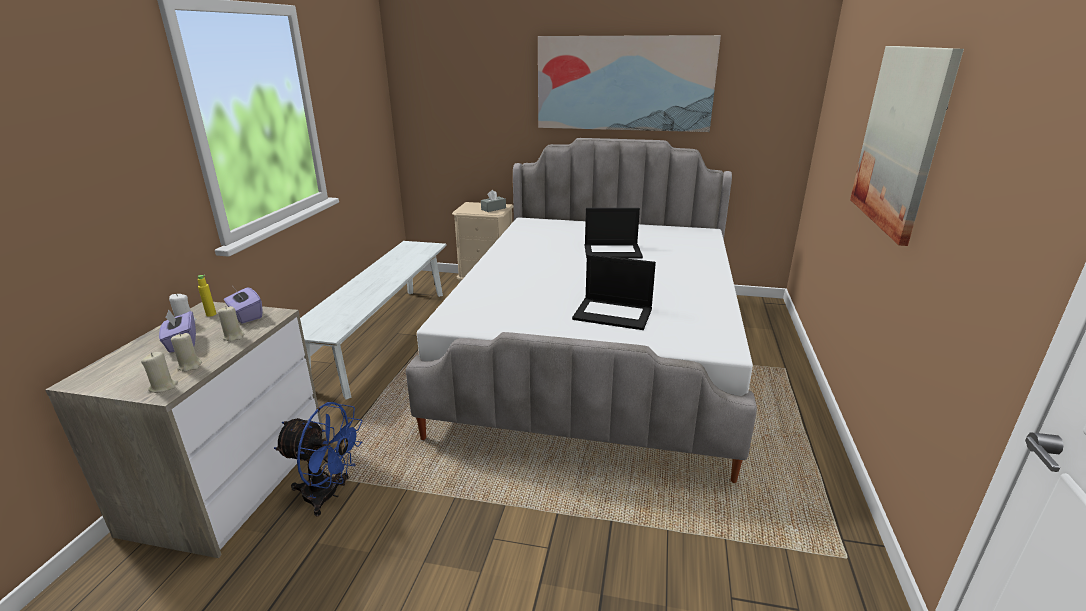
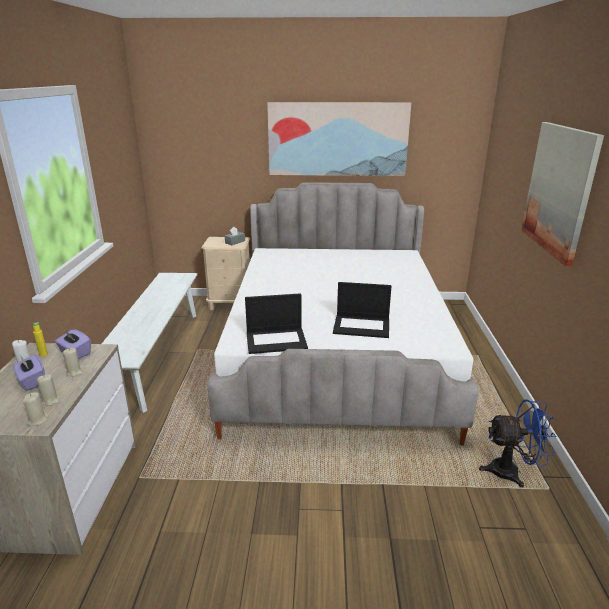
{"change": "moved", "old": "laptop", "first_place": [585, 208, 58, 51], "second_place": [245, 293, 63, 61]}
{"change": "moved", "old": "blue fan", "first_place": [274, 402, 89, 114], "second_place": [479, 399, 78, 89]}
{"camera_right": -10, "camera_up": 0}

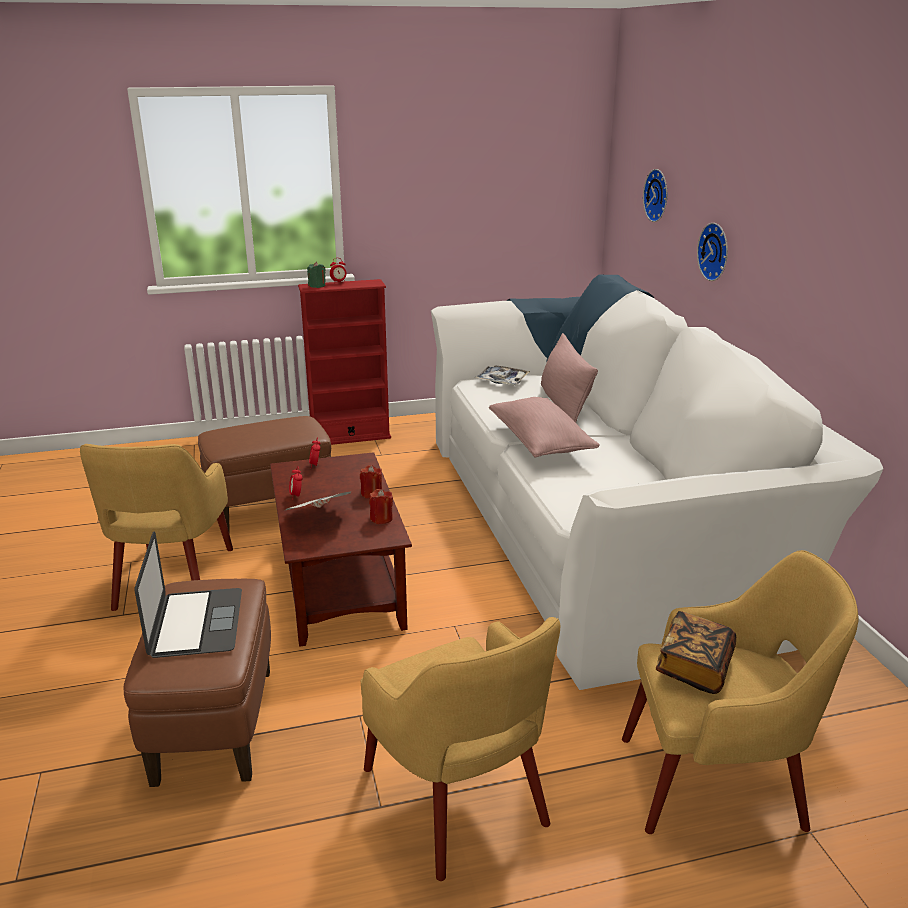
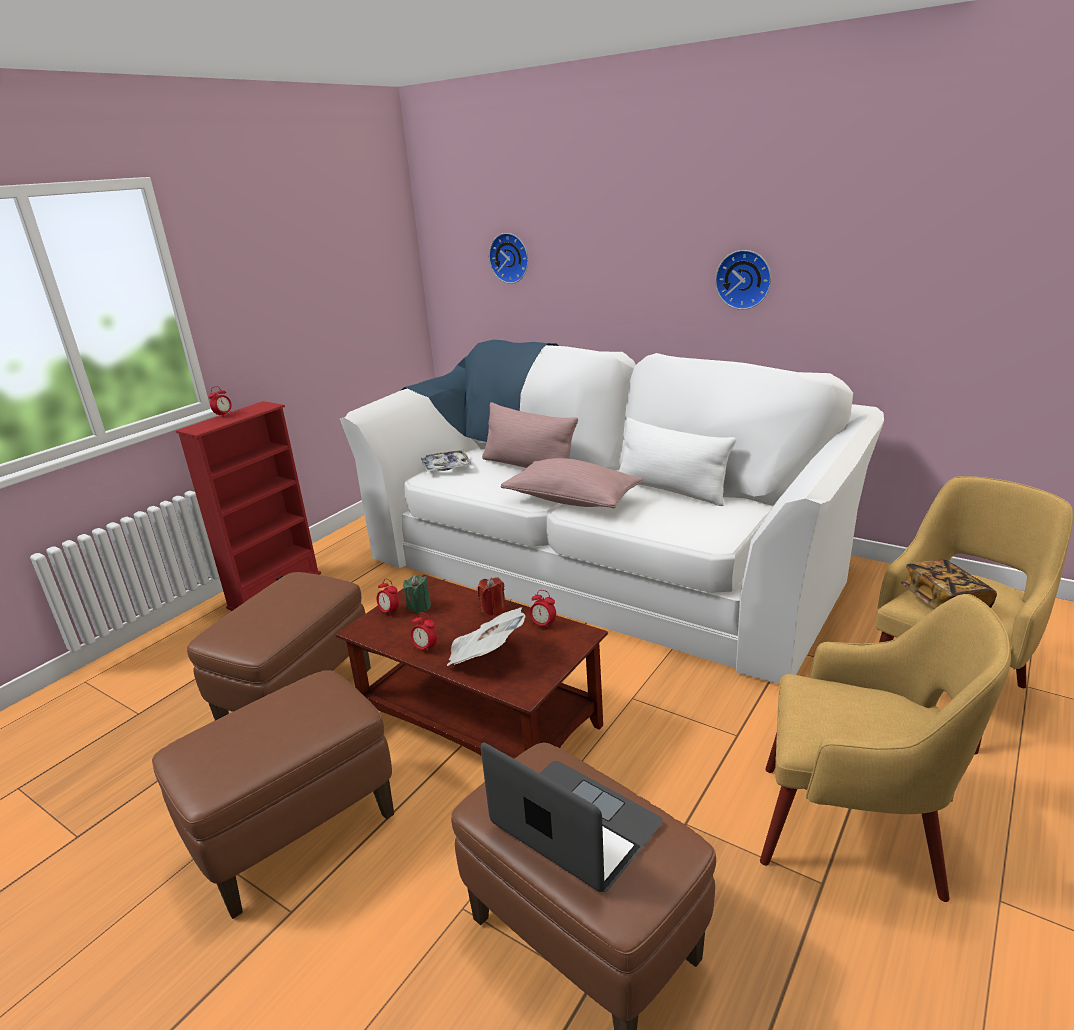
{"change": "replaced", "old": "yellow armchair", "new": "brown ottoman", "first_place": [80, 444, 153, 167], "second_place": [152, 670, 242, 249]}
{"change": "moved", "old": "green candle", "first_place": [307, 262, 19, 26], "second_place": [403, 575, 28, 38]}
{"change": "replaced", "old": "red candle", "new": "alarm clock", "first_place": [369, 489, 24, 35], "second_place": [530, 590, 26, 40]}
{"change": "added", "new": "white pillow", "second_place": [619, 418, 117, 88]}
{"change": "moved", "old": "wall clock", "first_place": [697, 223, 31, 58], "second_place": [715, 250, 56, 60]}
{"camera_right": -40, "camera_up": 0}

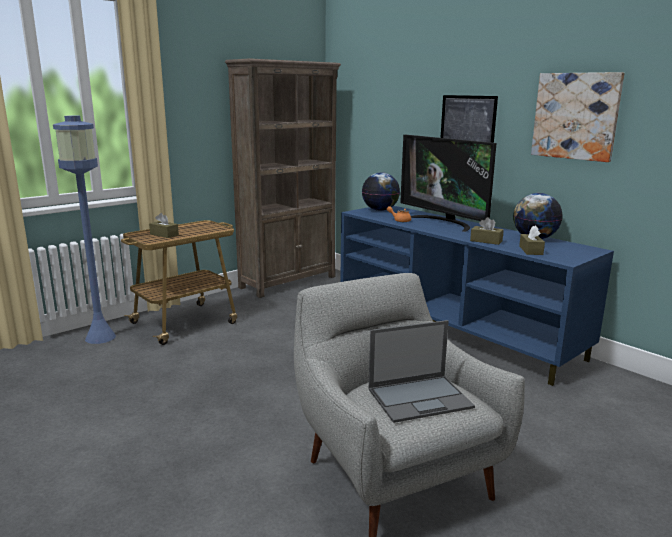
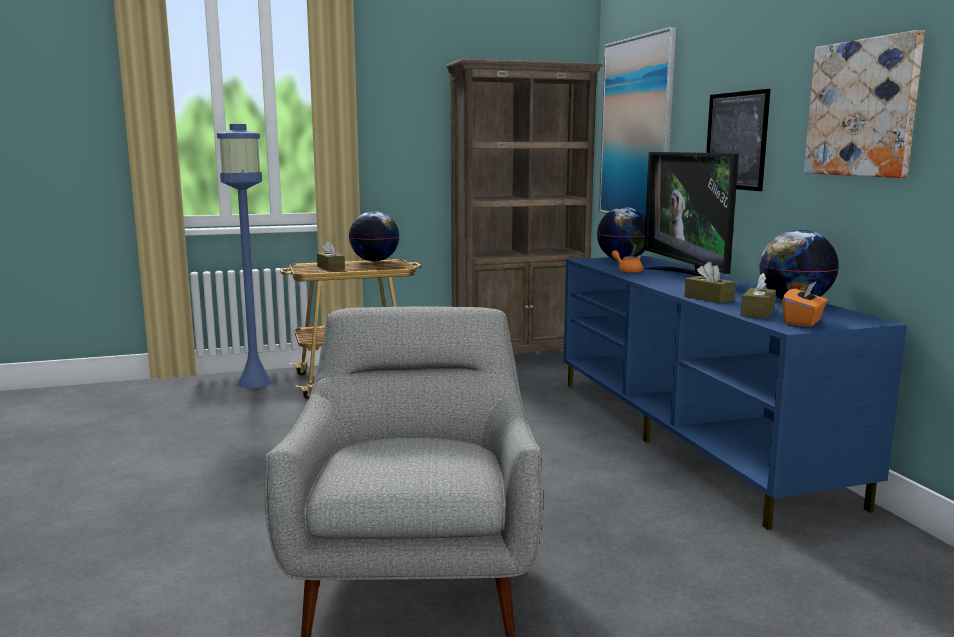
{"change": "added", "new": "globe", "second_place": [349, 211, 50, 51]}
{"change": "added", "new": "picture", "second_place": [599, 27, 78, 190]}
{"change": "added", "new": "orange tissue box", "second_place": [782, 282, 45, 45]}
{"change": "removed", "old": "laptop", "first_place": [368, 320, 107, 103]}
{"camera_right": 25, "camera_up": -5}

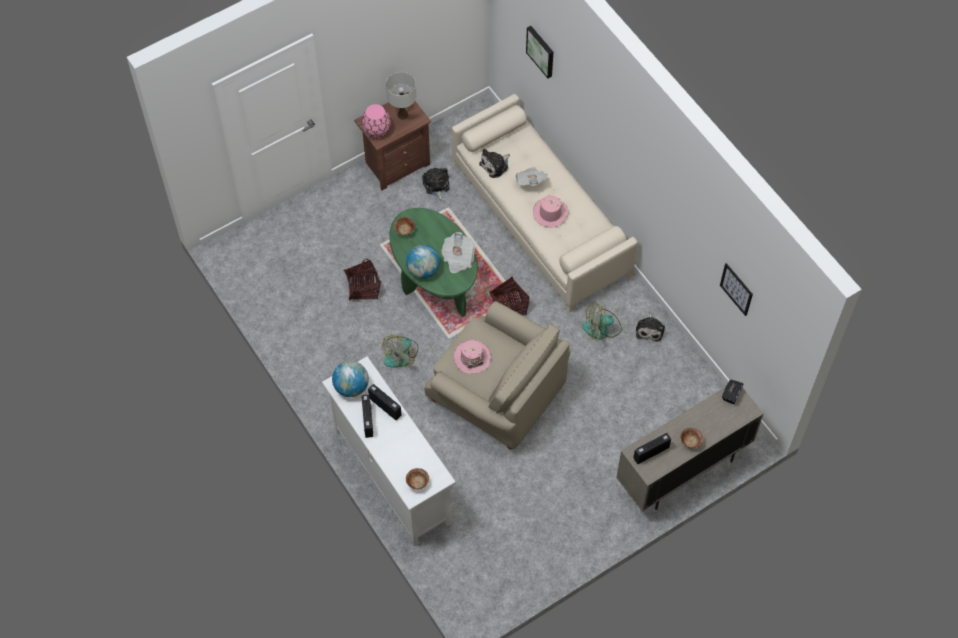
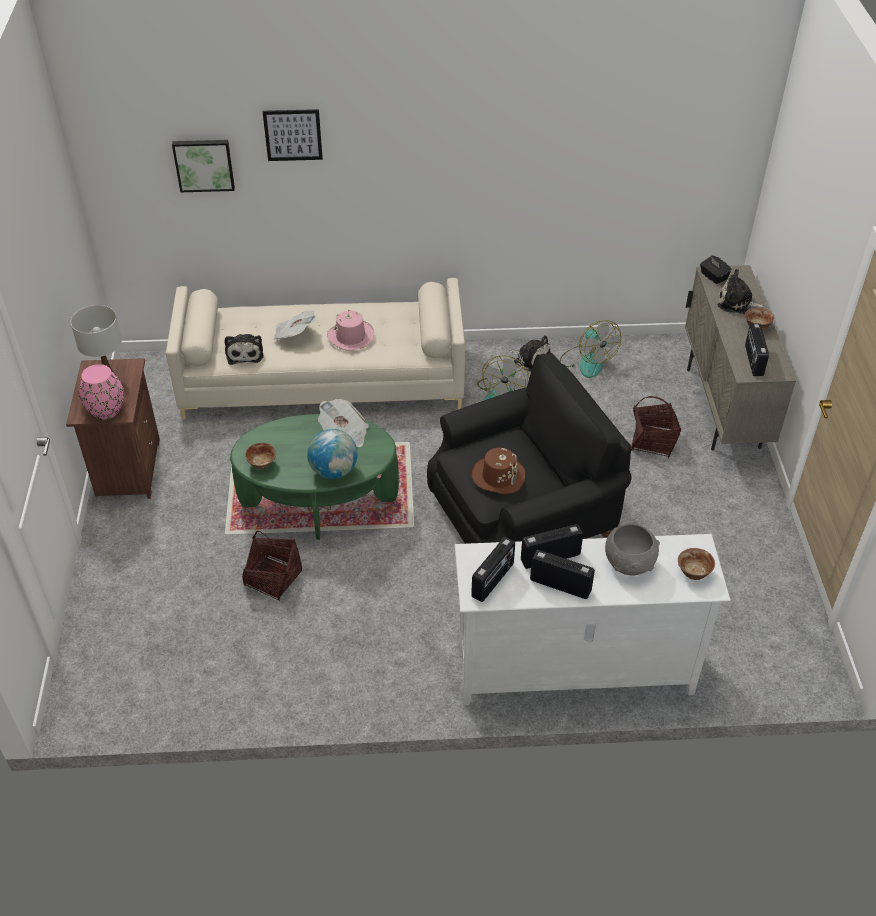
{"change": "moved", "old": "picture", "first_place": [720, 263, 33, 53], "second_place": [263, 109, 60, 52]}
{"change": "recoloured", "old": "beige armchair", "new": "black armchair", "first_place": [424, 301, 147, 148], "second_place": [427, 353, 205, 191]}
{"change": "replaced", "old": "globe", "new": "radio", "first_place": [332, 361, 37, 36], "second_place": [471, 537, 44, 65]}
{"change": "recoloured", "old": "pink hat", "new": "brown hat", "first_place": [454, 340, 37, 34], "second_place": [472, 447, 53, 47]}
{"change": "moved", "old": "fan", "first_place": [382, 335, 36, 33], "second_place": [560, 320, 61, 58]}
{"change": "added", "new": "grey bowl", "second_place": [605, 523, 55, 53]}
{"change": "moved", "old": "basket", "first_place": [489, 276, 40, 39], "second_place": [631, 396, 50, 62]}
{"change": "moved", "old": "plush toy", "first_place": [422, 168, 28, 33], "second_place": [717, 269, 49, 45]}
{"camera_right": -60, "camera_up": -15}

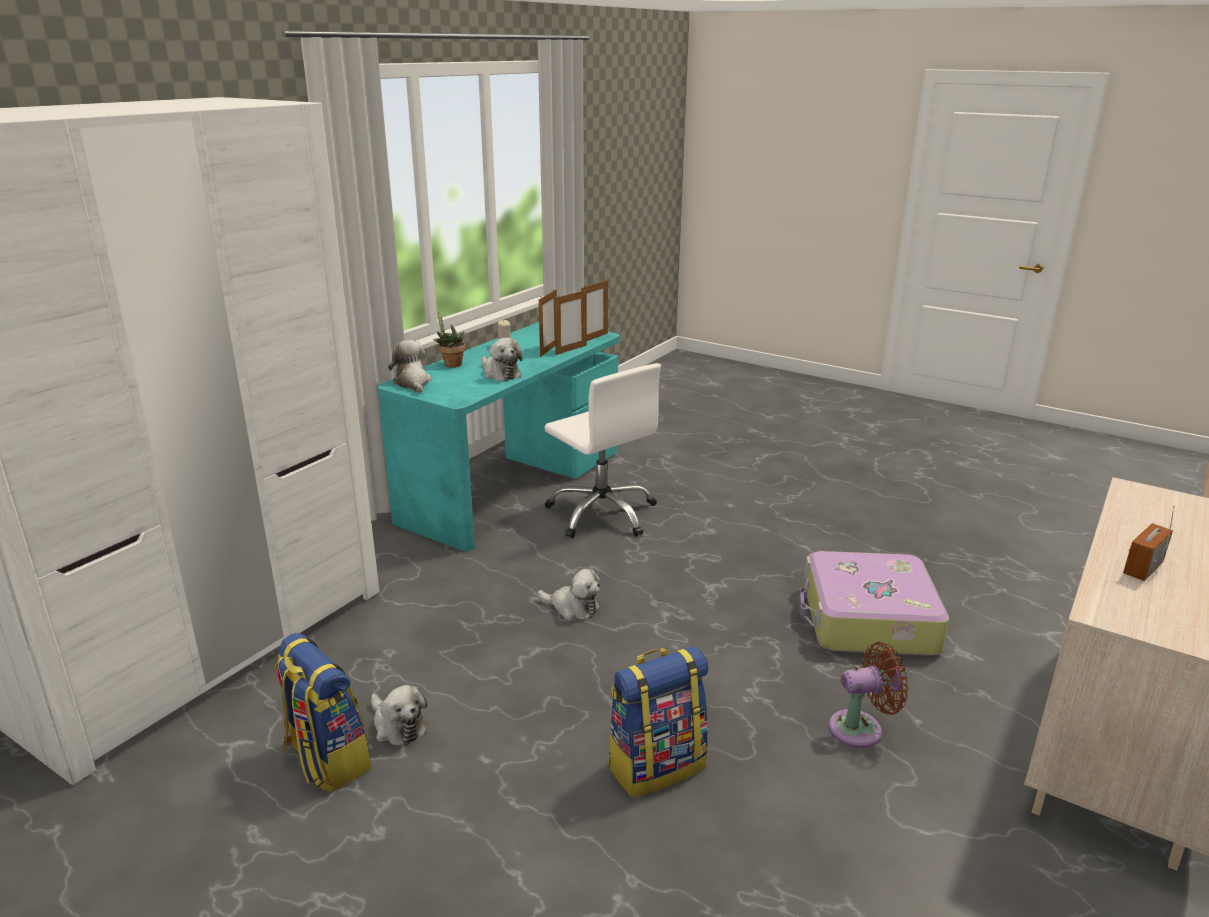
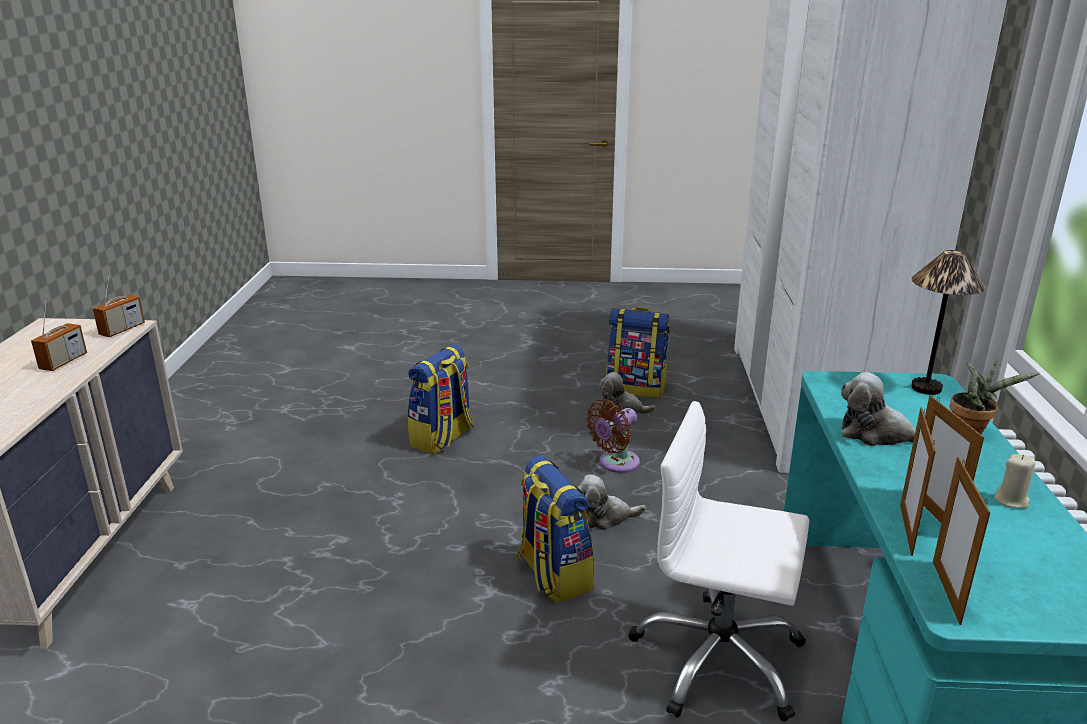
{"change": "added", "new": "radio", "second_place": [93, 267, 52, 70]}
{"change": "added", "new": "backpack", "second_place": [517, 456, 77, 147]}
{"change": "moved", "old": "brown fan", "first_place": [829, 642, 80, 106], "second_place": [586, 399, 54, 74]}
{"change": "replaced", "old": "plush toy", "new": "table lamp", "first_place": [389, 340, 43, 53], "second_place": [912, 250, 74, 145]}
{"change": "removed", "old": "suitcase", "first_place": [800, 551, 149, 105]}
{"camera_right": 150, "camera_up": 0}

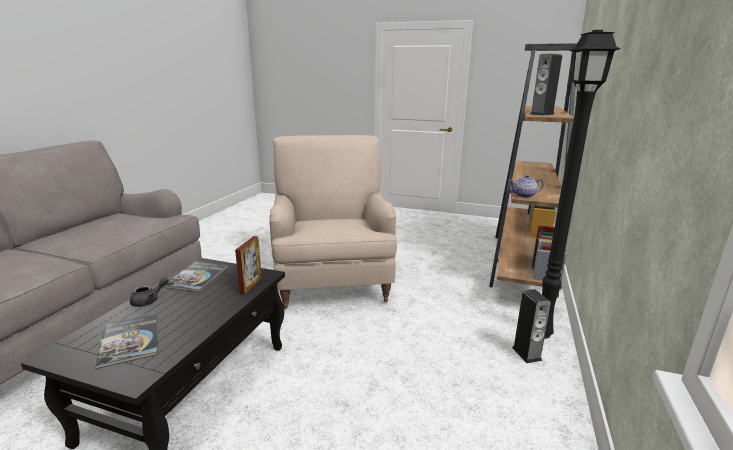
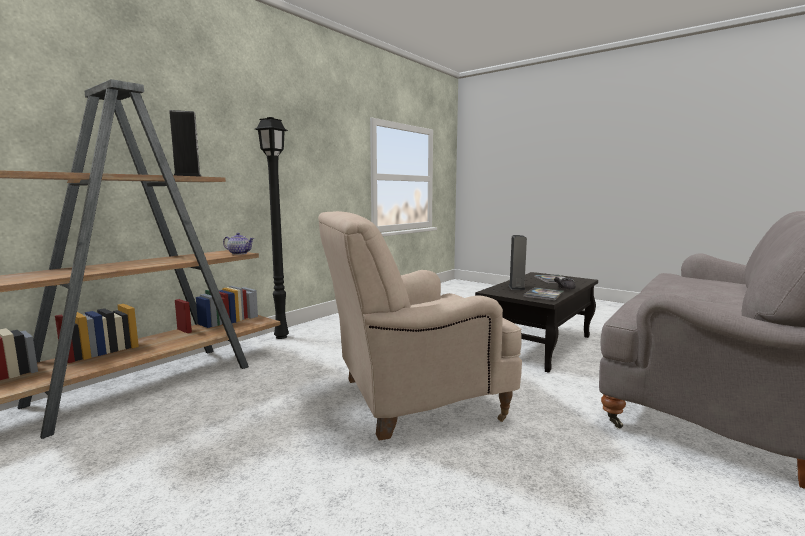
{"change": "turned", "old": "beige armchair", "first_place": [269, 135, 128, 174], "second_place": [318, 211, 204, 230], "degrees": 60}
{"change": "moved", "old": "speaker", "first_place": [512, 289, 39, 74], "second_place": [509, 235, 18, 55]}
{"change": "removed", "old": "picture frame", "first_place": [235, 236, 27, 59]}
{"camera_right": -160, "camera_up": -10}

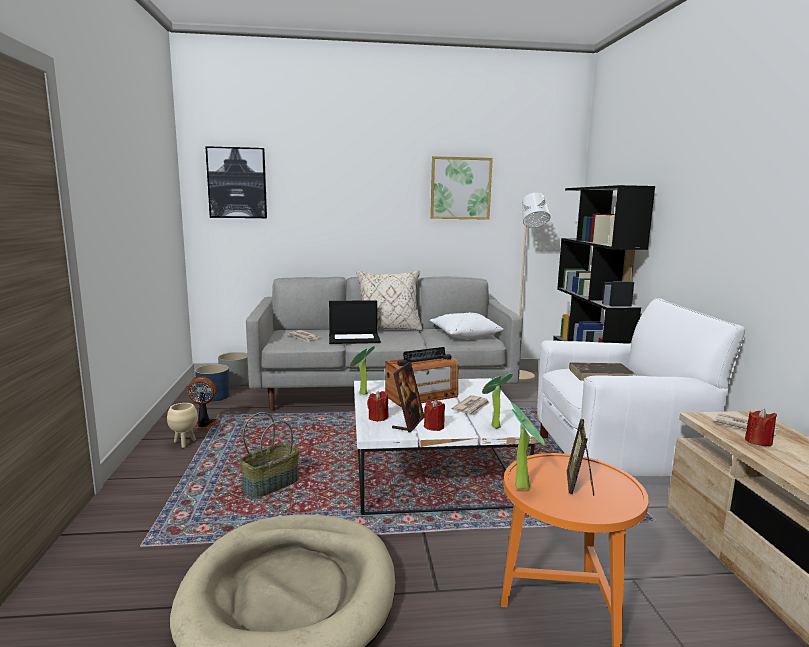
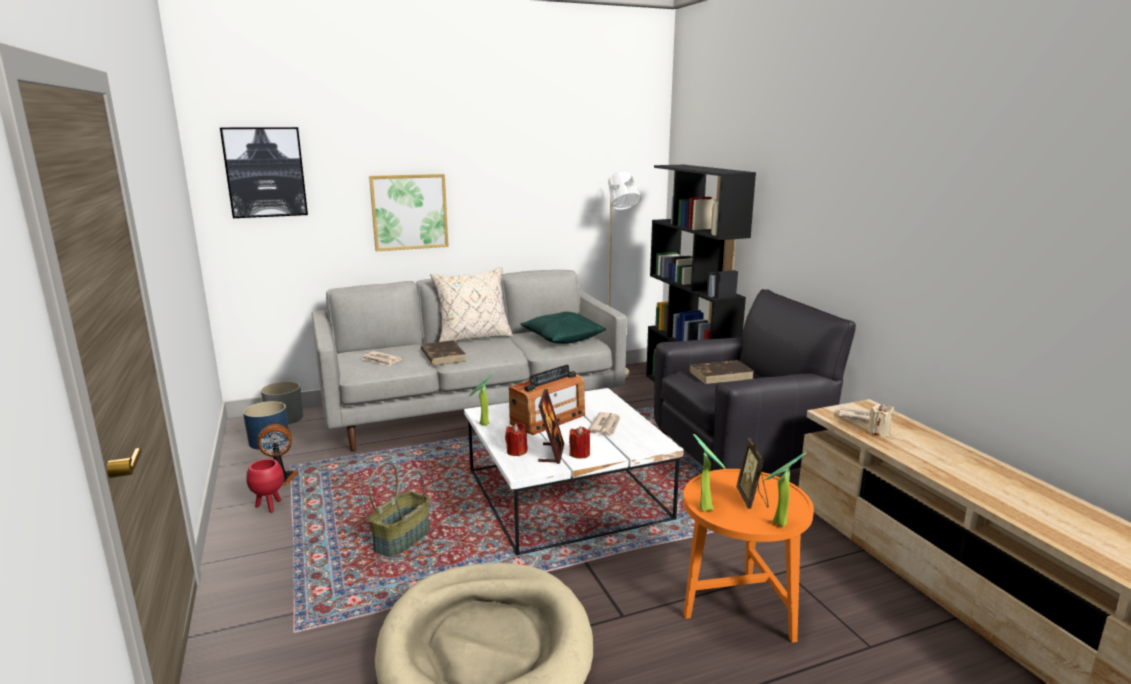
{"change": "recoloured", "old": "beige planter", "new": "red planter", "first_place": [167, 403, 31, 45], "second_place": [246, 459, 38, 54]}
{"change": "moved", "old": "picture", "first_place": [430, 156, 63, 64], "second_place": [369, 174, 80, 77]}
{"change": "replaced", "old": "laptop", "new": "brown book", "first_place": [329, 300, 52, 44], "second_place": [421, 340, 45, 26]}
{"change": "recoloured", "old": "white pillow", "new": "green pillow", "first_place": [430, 312, 74, 27], "second_place": [520, 312, 86, 32]}
{"change": "recoloured", "old": "white armchair", "new": "black armchair", "first_place": [537, 298, 208, 179], "second_place": [654, 289, 202, 184]}
{"change": "moved", "old": "potted plant", "first_place": [482, 374, 31, 55], "second_place": [763, 452, 43, 75]}
{"change": "recoloured", "old": "red candle", "new": "beige candle", "first_place": [745, 409, 32, 37], "second_place": [868, 403, 26, 33]}
{"camera_right": -15, "camera_up": 5}

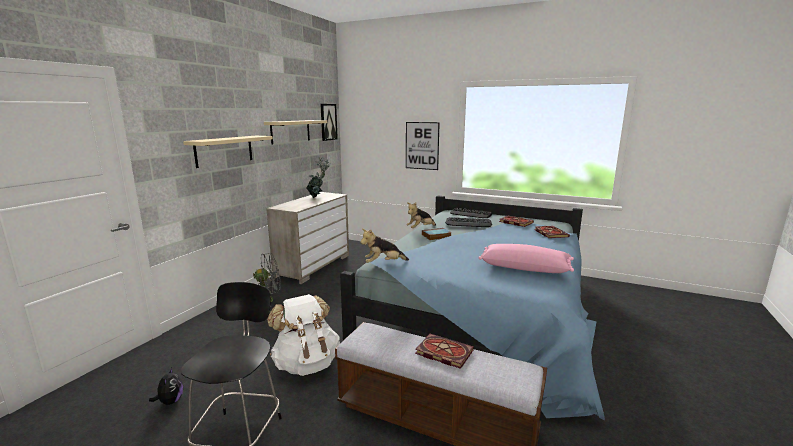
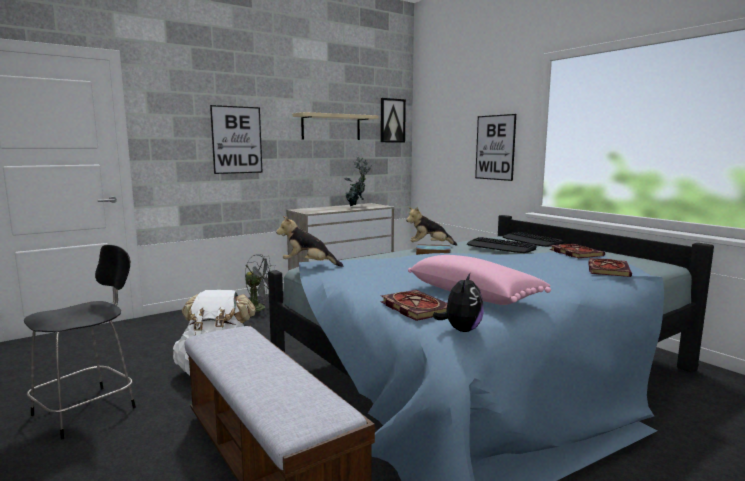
{"change": "replaced", "old": "beige shelf", "new": "picture", "first_place": [183, 136, 90, 32], "second_place": [210, 105, 53, 69]}
{"change": "moved", "old": "book", "first_place": [415, 334, 59, 35], "second_place": [380, 290, 67, 31]}
{"change": "moved", "old": "plush toy", "first_place": [149, 367, 34, 38], "second_place": [433, 273, 51, 59]}
{"camera_right": 30, "camera_up": -5}

